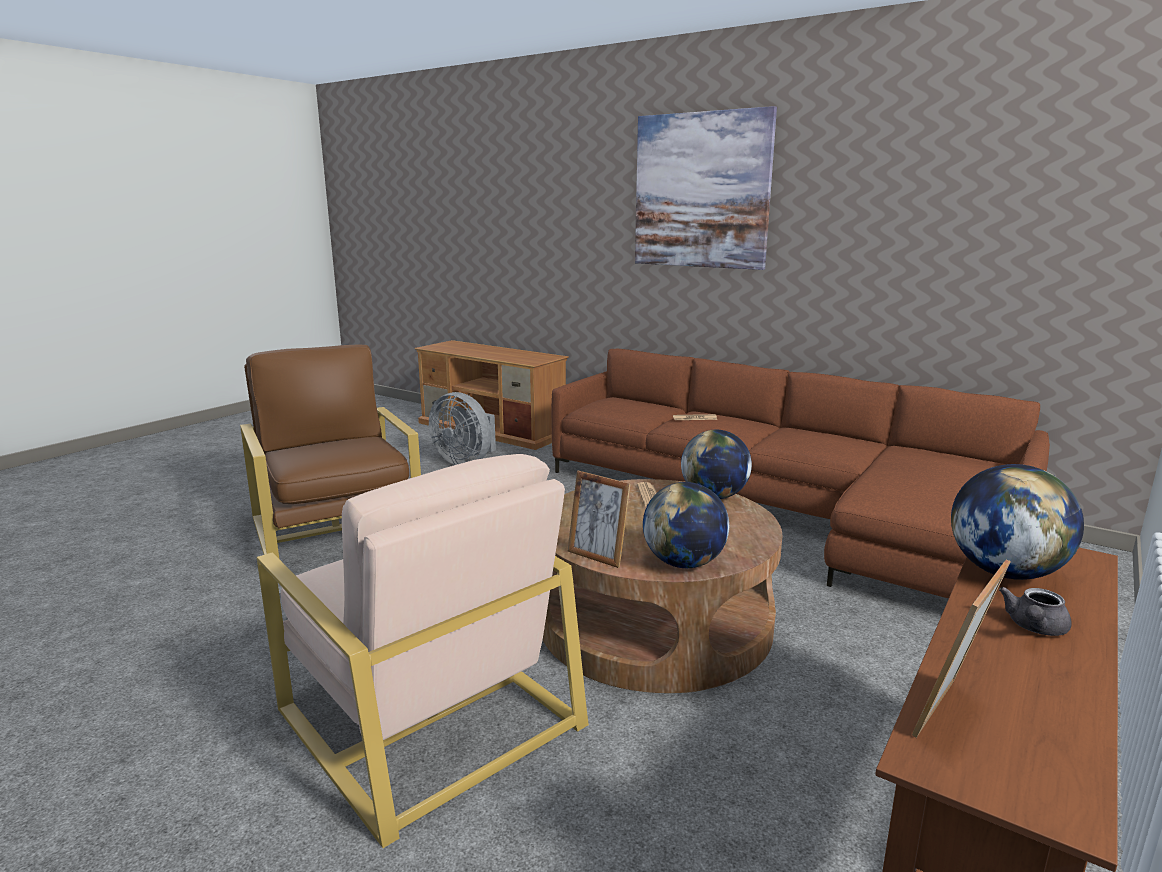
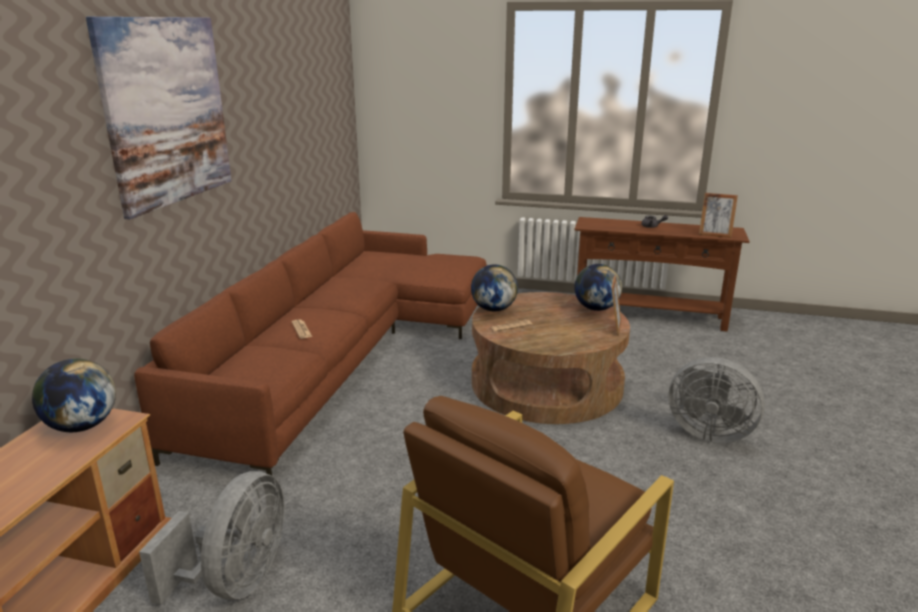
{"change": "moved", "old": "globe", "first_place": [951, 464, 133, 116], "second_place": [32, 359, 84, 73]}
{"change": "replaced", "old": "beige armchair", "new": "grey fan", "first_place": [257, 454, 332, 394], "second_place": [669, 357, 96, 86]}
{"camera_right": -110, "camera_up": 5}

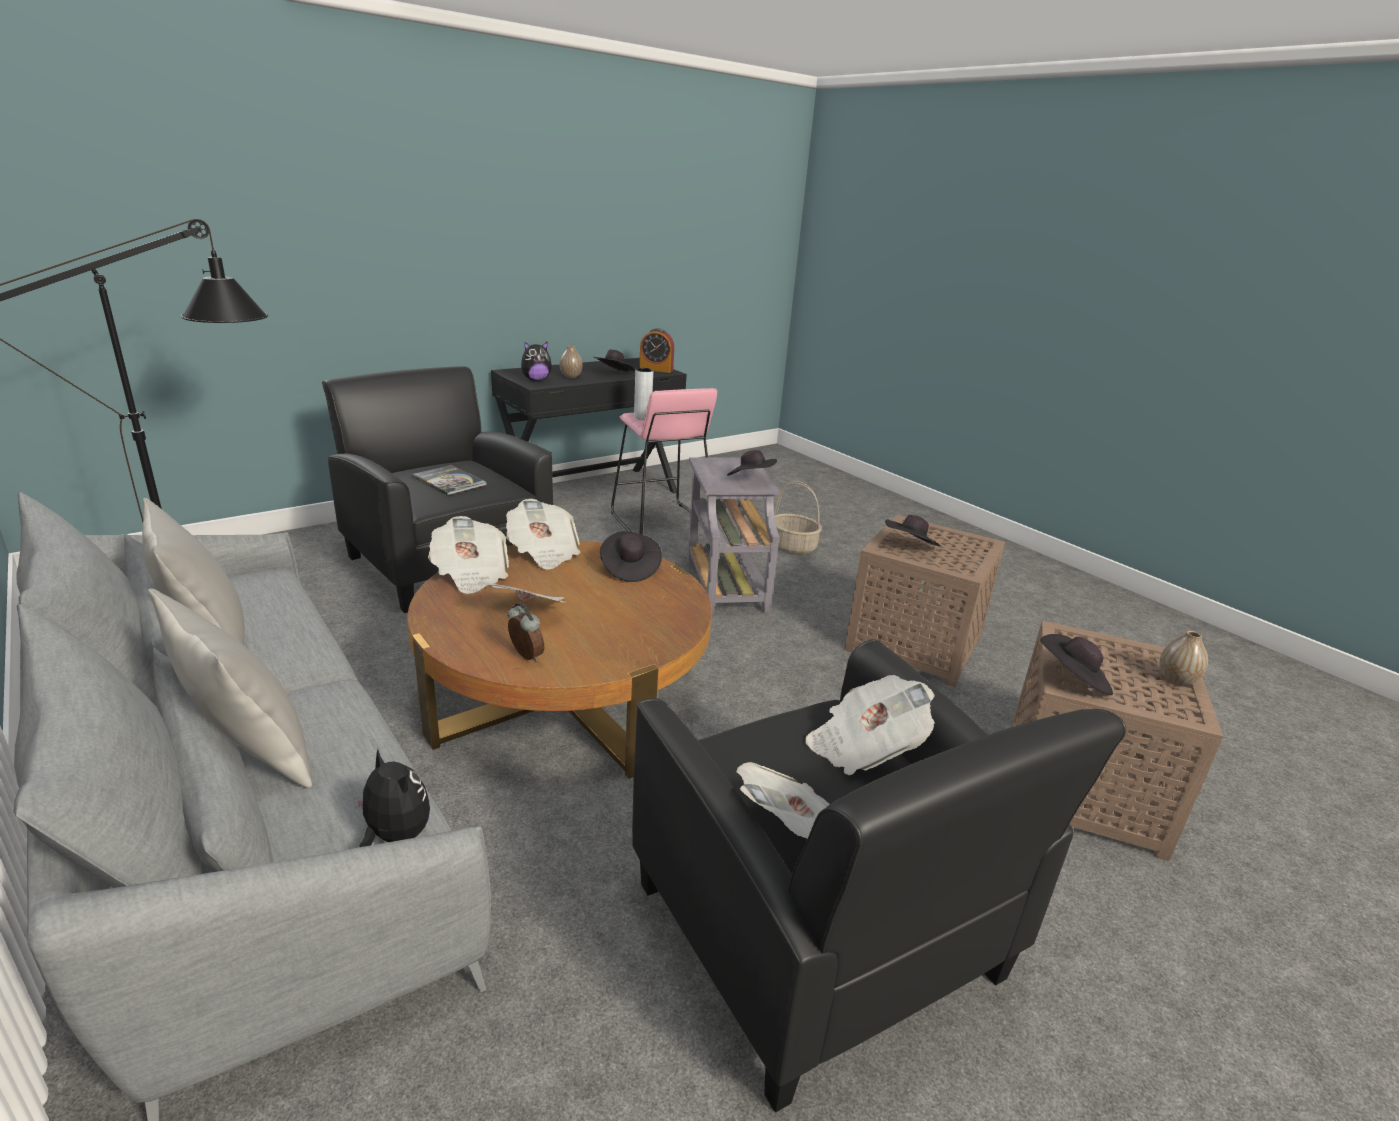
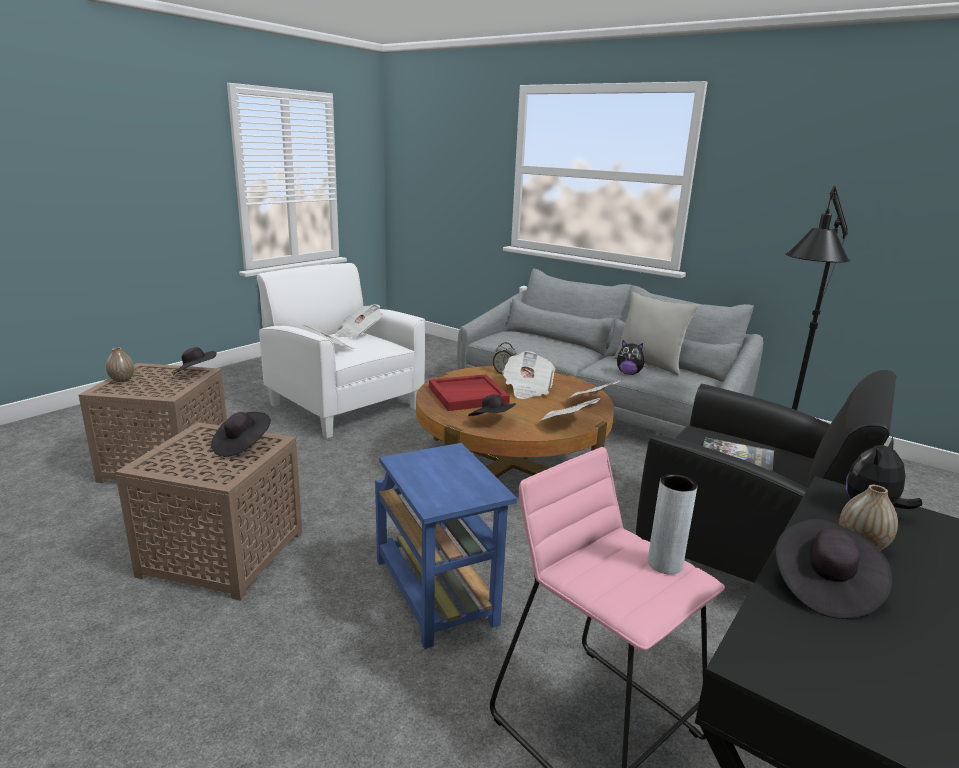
{"change": "recoloured", "old": "black armchair", "new": "white armchair", "first_place": [632, 639, 494, 473], "second_place": [256, 263, 169, 176]}
{"change": "recoloured", "old": "grey side table", "new": "blue side table", "first_place": [687, 457, 93, 157], "second_place": [375, 443, 142, 206]}
{"change": "added", "new": "red tray", "second_place": [429, 374, 81, 37]}
{"change": "moved", "old": "plush toy", "first_place": [354, 750, 76, 97], "second_place": [617, 341, 31, 34]}
{"change": "removed", "old": "grey pillow", "first_place": [148, 588, 165, 200]}
{"change": "removed", "old": "alarm clock", "first_place": [639, 328, 35, 45]}
{"change": "removed", "old": "black hat", "first_place": [727, 450, 50, 26]}
{"change": "removed", "old": "basket", "first_place": [774, 481, 48, 74]}
{"camera_right": 165, "camera_up": -5}

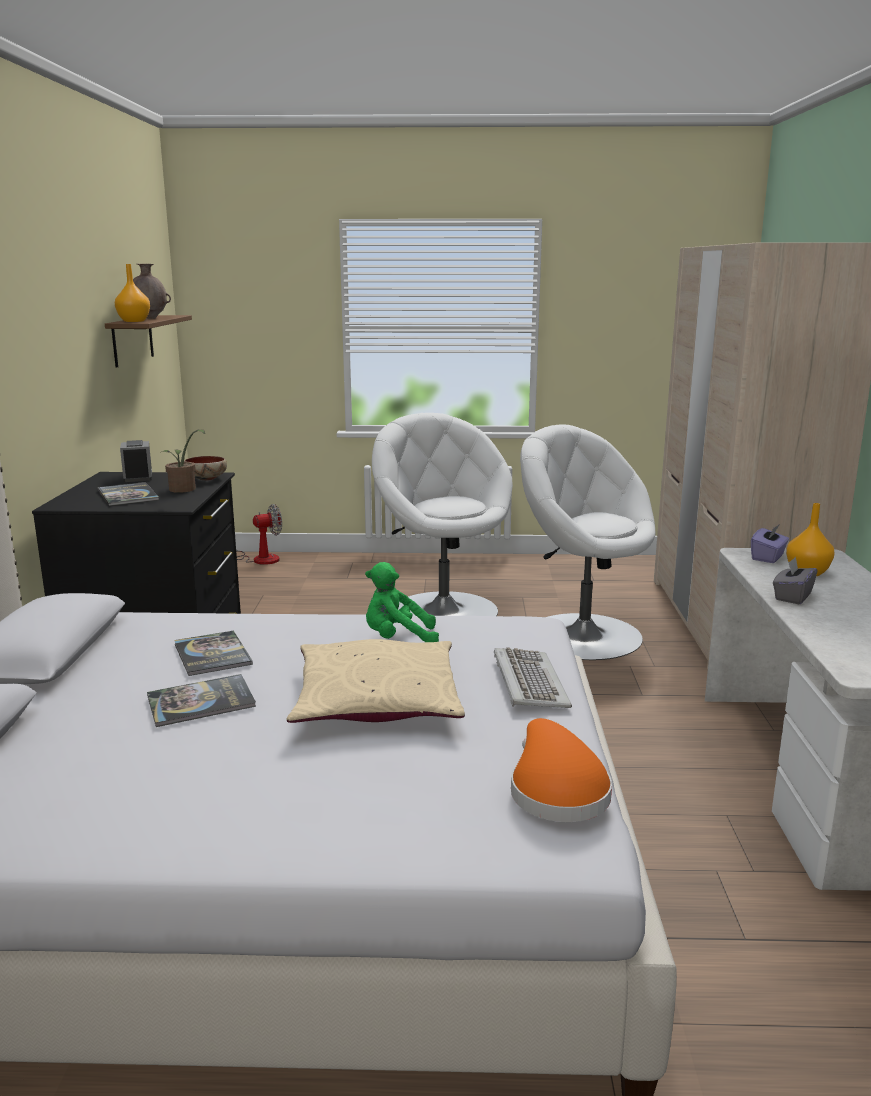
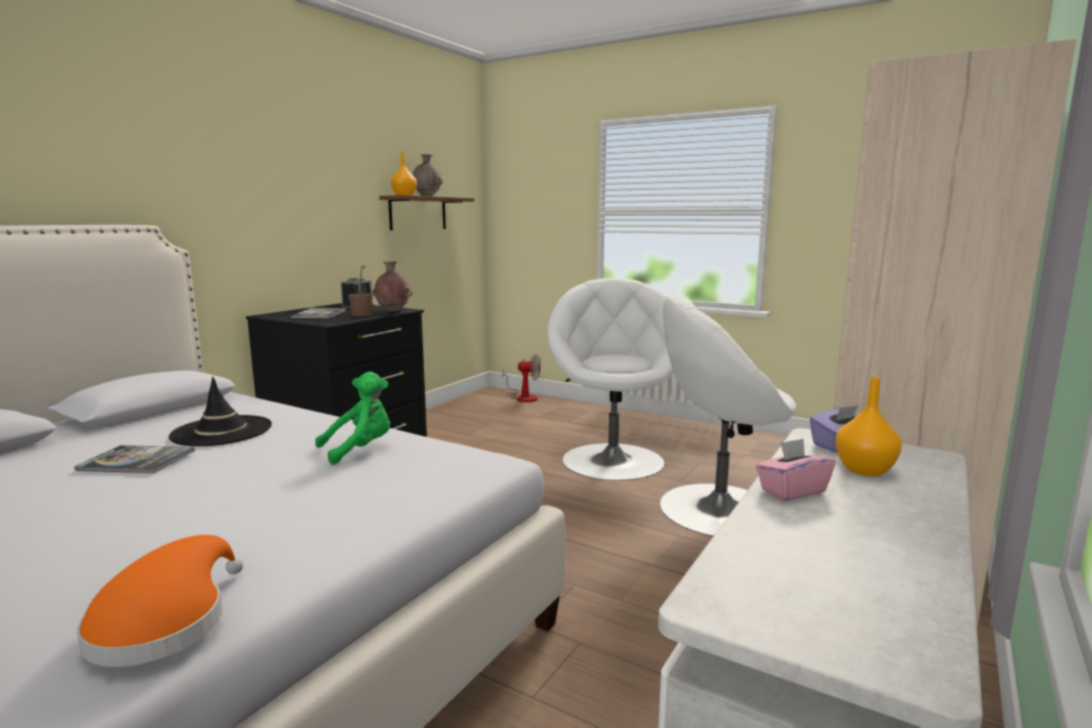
{"change": "replaced", "old": "book", "new": "black hat", "first_place": [174, 631, 79, 45], "second_place": [169, 377, 103, 69]}
{"change": "turned", "old": "green plush toy", "first_place": [365, 562, 74, 80], "second_place": [315, 372, 75, 93], "degrees": 120}
{"change": "replaced", "old": "bowl", "new": "brown vase", "first_place": [184, 456, 43, 25], "second_place": [372, 261, 40, 51]}
{"change": "turned", "old": "white armchair", "first_place": [520, 424, 135, 236], "second_place": [660, 295, 136, 241], "degrees": -75}
{"change": "recoloured", "old": "grey tissue box", "new": "pink tissue box", "first_place": [773, 557, 45, 47], "second_place": [756, 439, 79, 62]}
{"change": "removed", "old": "beige pillow", "first_place": [287, 639, 178, 84]}
{"change": "removed", "old": "keyboard", "first_place": [494, 647, 78, 61]}
{"camera_right": 30, "camera_up": -5}

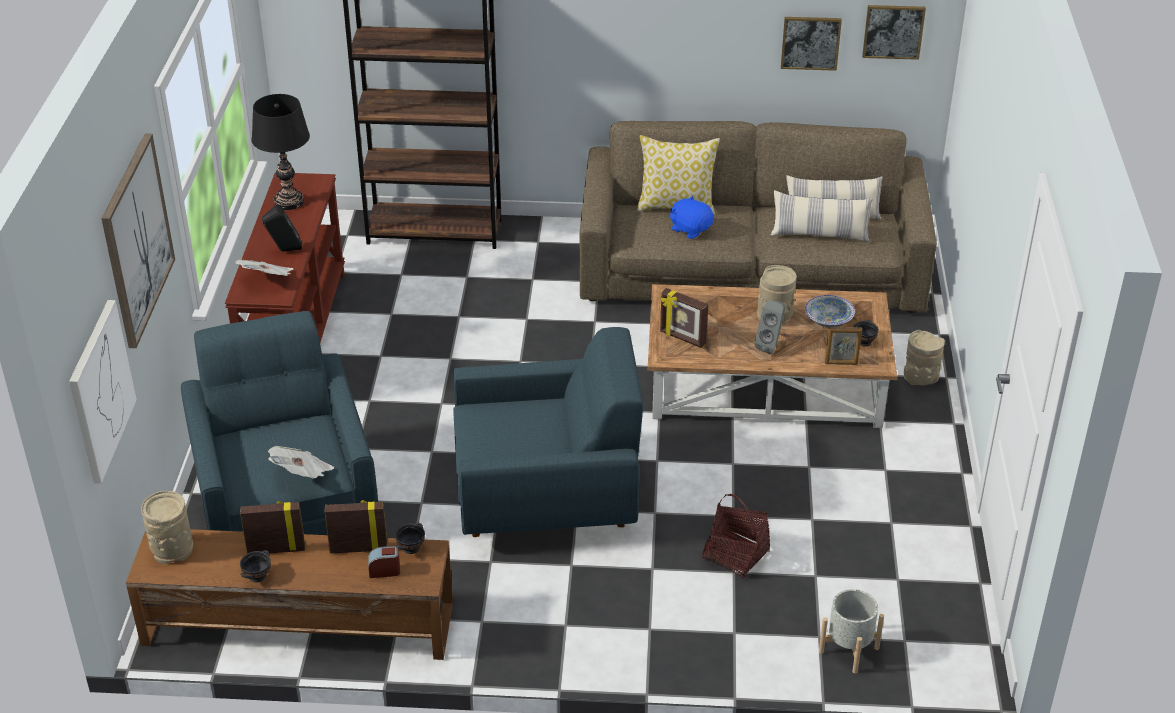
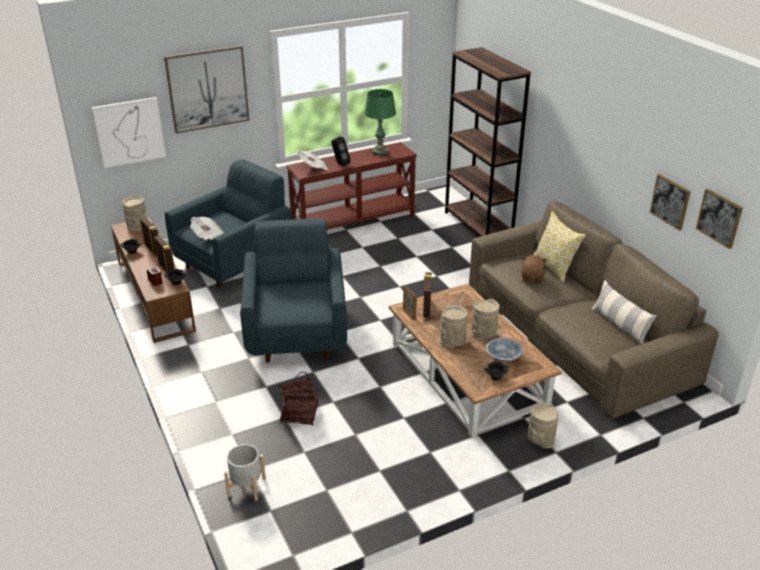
{"change": "turned", "old": "blue armchair", "first_place": [453, 327, 190, 210], "second_place": [240, 219, 107, 144], "degrees": -150}
{"change": "recoloured", "old": "black table lamp", "new": "green table lamp", "first_place": [252, 94, 58, 116], "second_place": [364, 89, 32, 67]}
{"change": "moved", "old": "picture frame", "first_place": [825, 327, 37, 38], "second_place": [403, 285, 14, 35]}
{"change": "replaced", "old": "grey speaker", "new": "beige vase", "first_place": [754, 301, 32, 53], "second_place": [440, 305, 28, 44]}
{"change": "recoloured", "old": "blue plush toy", "new": "brown plush toy", "first_place": [670, 196, 44, 43], "second_place": [521, 255, 26, 28]}
{"change": "removed", "old": "pillow", "first_place": [771, 190, 102, 52]}
{"camera_right": 60, "camera_up": -5}

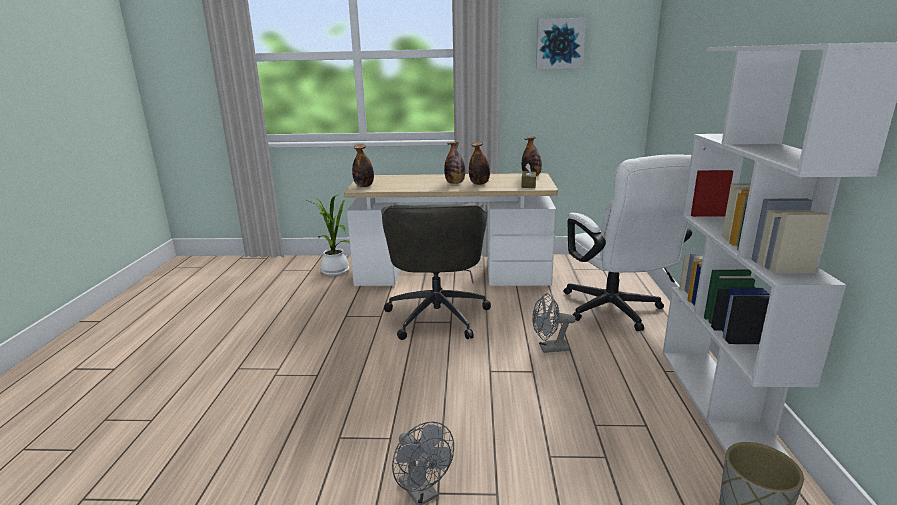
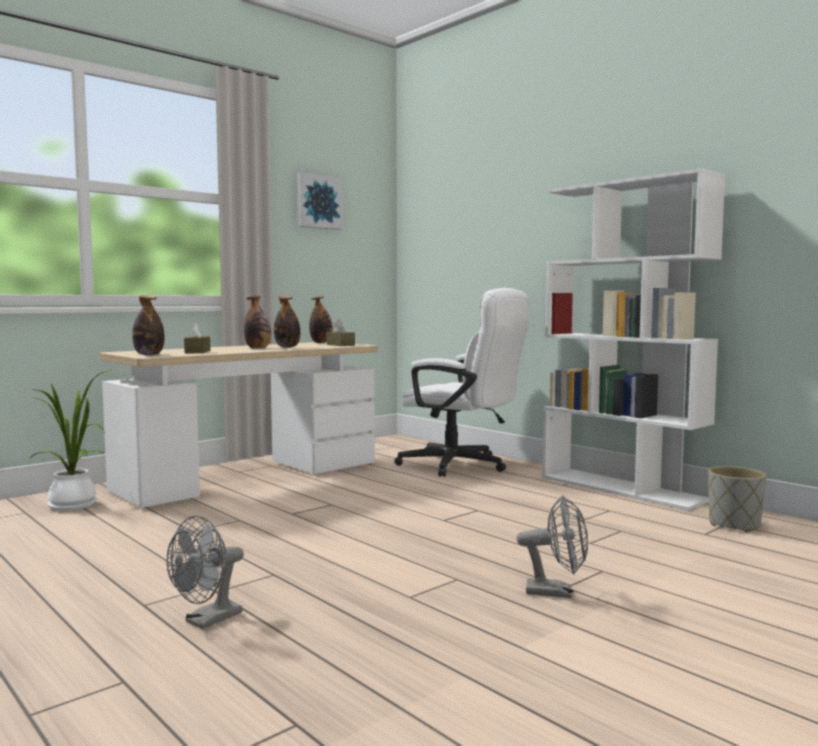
{"change": "moved", "old": "grey fan", "first_place": [532, 293, 44, 60], "second_place": [167, 516, 77, 113]}
{"change": "added", "new": "brown tissue box", "second_place": [184, 323, 26, 30]}
{"change": "removed", "old": "grey office chair", "first_place": [381, 203, 110, 137]}
{"camera_right": -45, "camera_up": -15}

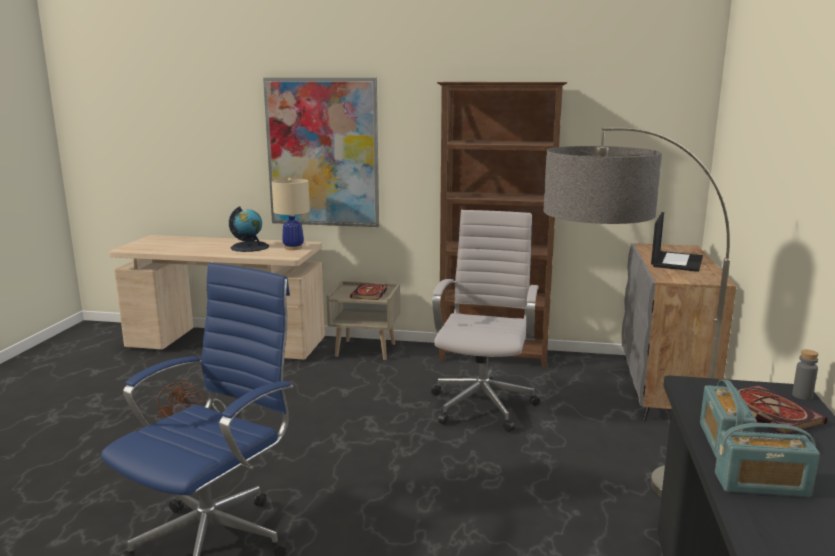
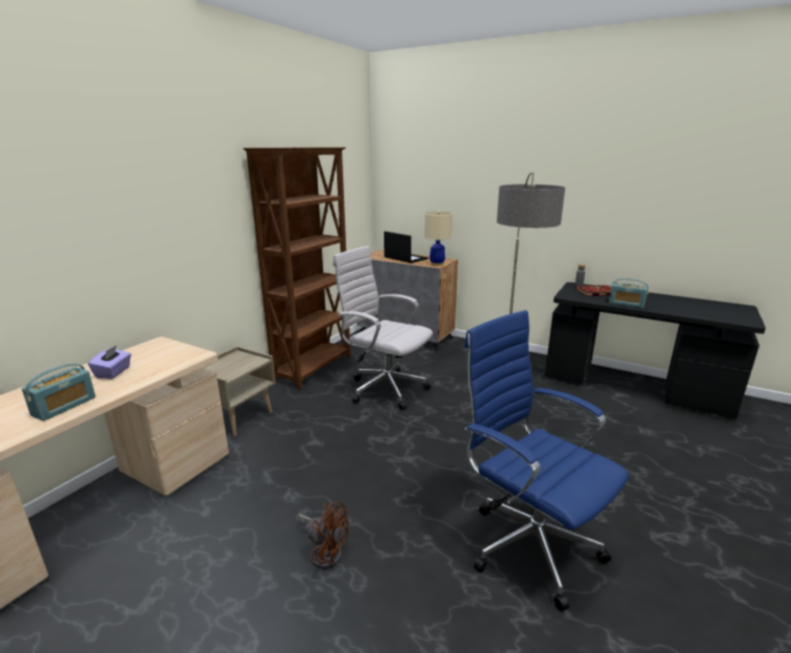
{"change": "moved", "old": "radio", "first_place": [715, 423, 105, 74], "second_place": [22, 364, 74, 57]}
{"change": "replaced", "old": "globe", "new": "purple tissue box", "first_place": [229, 206, 40, 46], "second_place": [88, 345, 43, 34]}
{"change": "moved", "old": "beige table lamp", "first_place": [272, 178, 38, 72], "second_place": [425, 211, 27, 55]}
{"change": "removed", "old": "picture", "first_place": [263, 78, 116, 149]}
{"change": "removed", "old": "book", "first_place": [350, 283, 38, 17]}
{"camera_right": -70, "camera_up": 5}

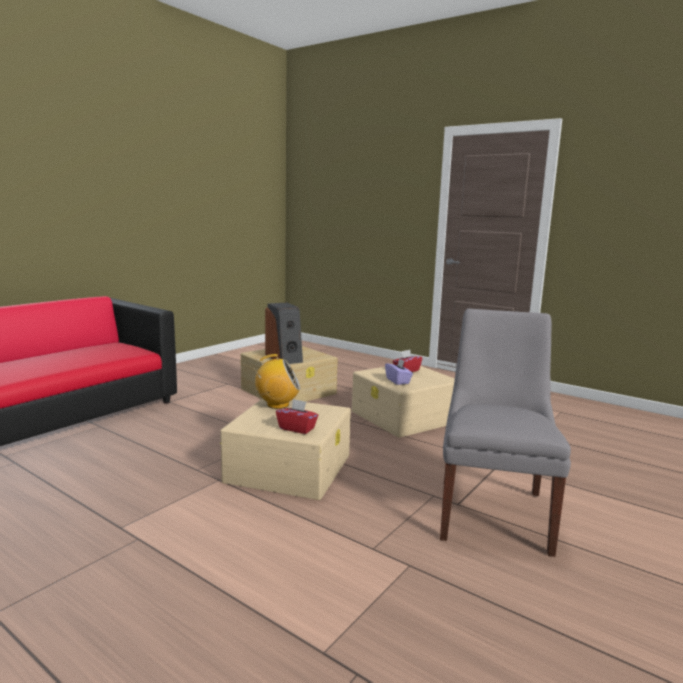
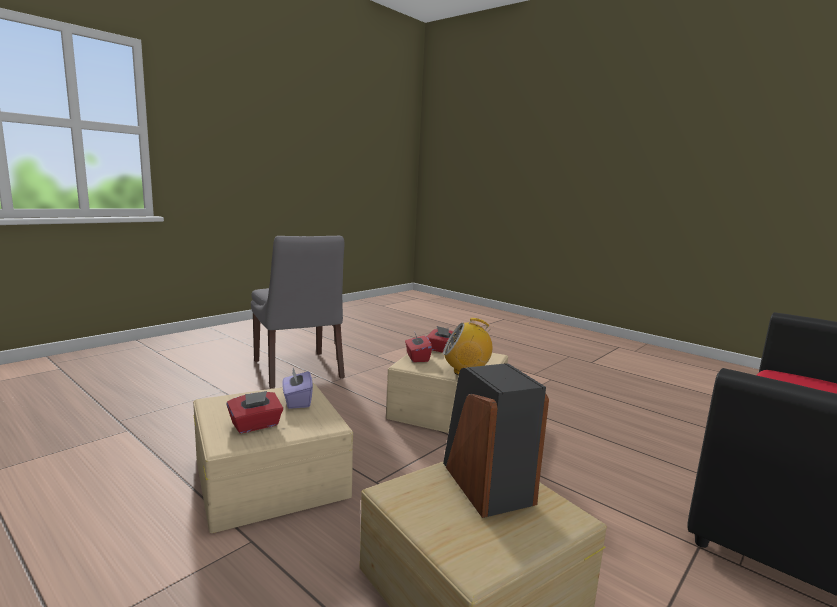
{"change": "turned", "old": "grey chair", "first_place": [440, 309, 131, 248], "second_place": [251, 236, 94, 152], "degrees": -45}
{"change": "added", "new": "red tissue box", "second_place": [405, 331, 27, 31]}
{"camera_right": -175, "camera_up": 0}

